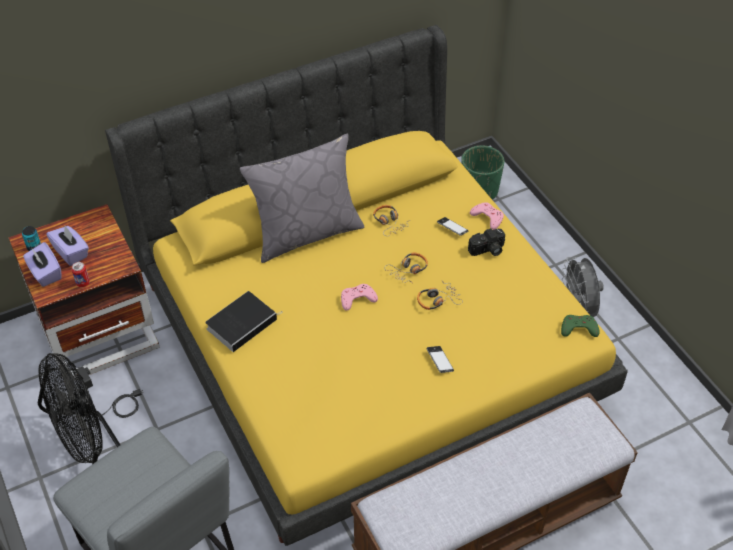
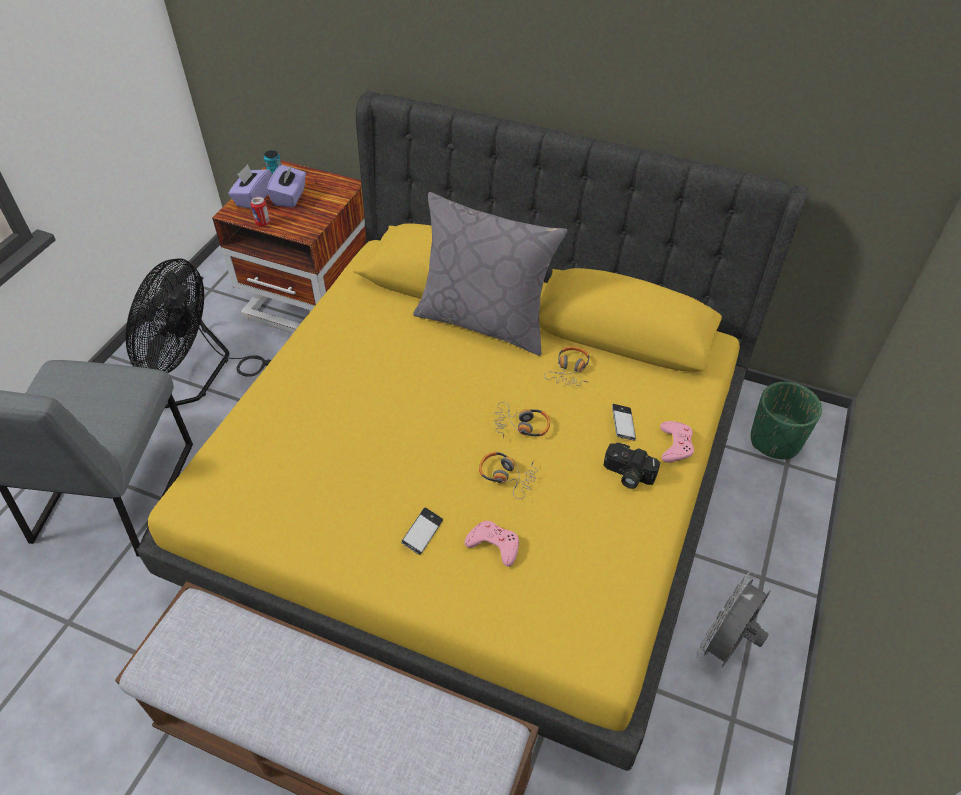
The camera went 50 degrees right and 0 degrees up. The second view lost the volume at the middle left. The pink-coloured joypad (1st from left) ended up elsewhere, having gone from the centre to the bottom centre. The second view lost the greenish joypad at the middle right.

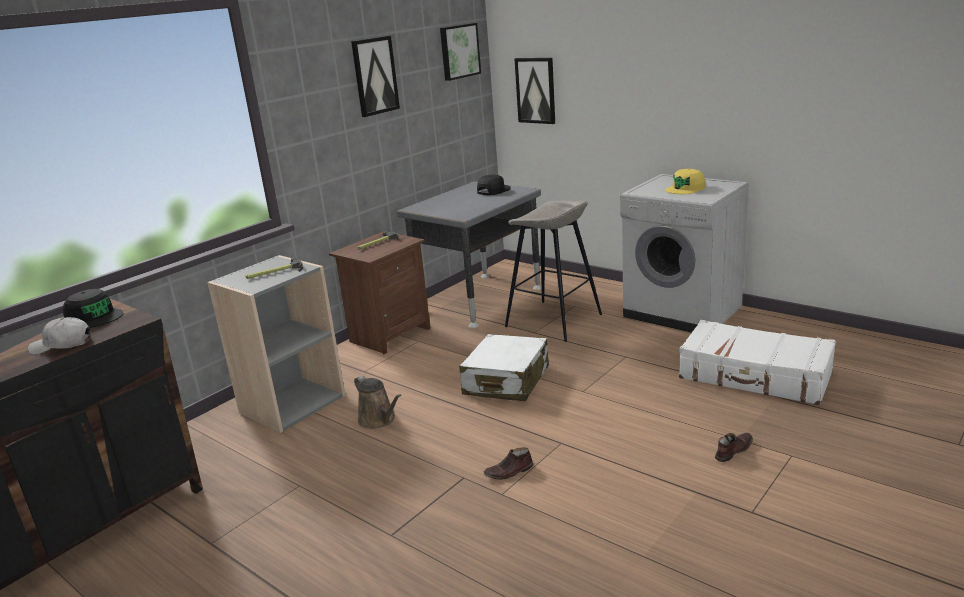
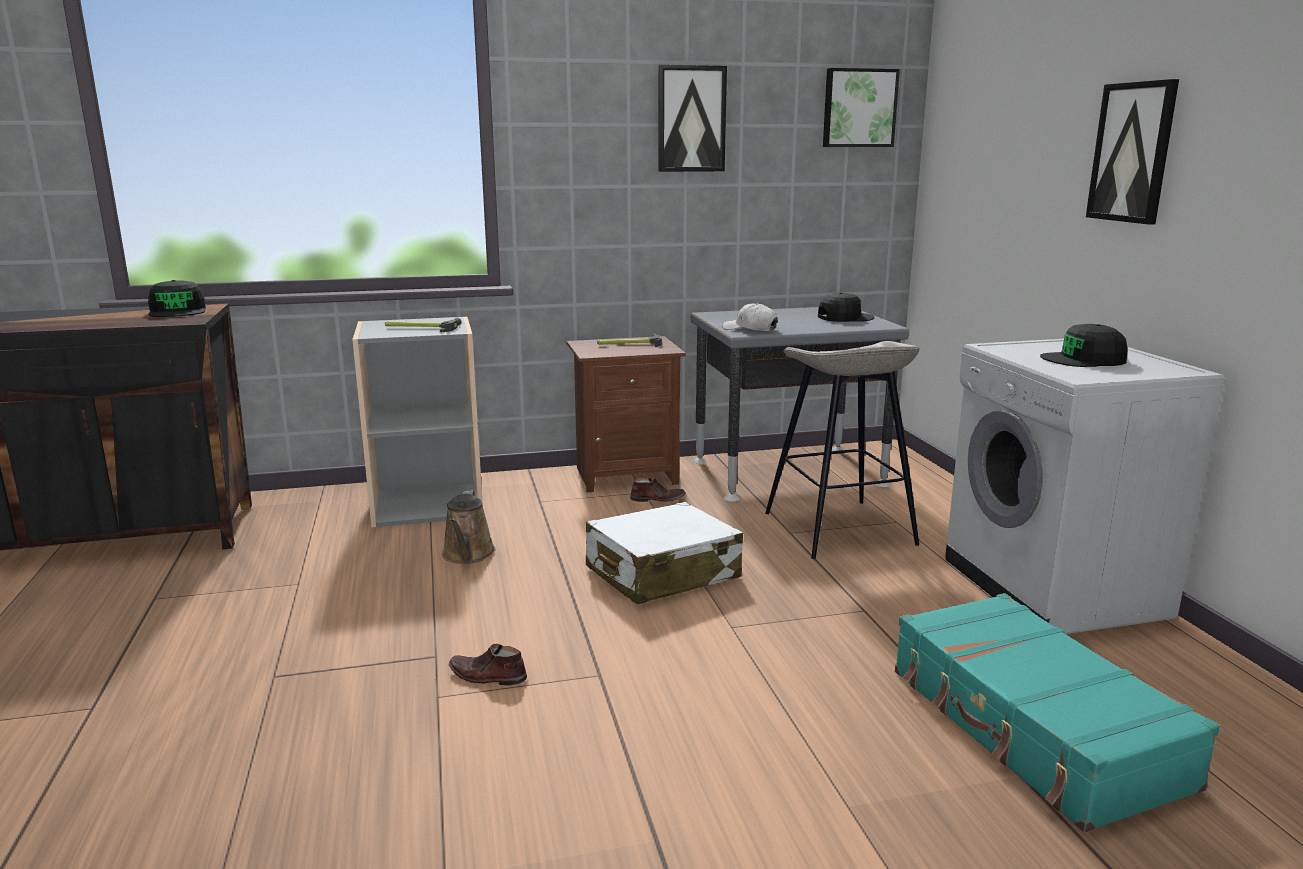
The camera went 35 degrees right and 5 degrees down. The white-coloured peaked cap ended up elsewhere, having gone from the middle left to the centre. The wall art (3rd from left) ended up elsewhere, having gone from the top centre to the top right. What was the yellowish peaked cap at the top right turned into the blackish peaked cap (3rd from left) at the middle right. What was the white-coloured suitcase (2nd from left) at the middle right turned into the turquoise-coloured suitcase at the bottom right. The brownish item of footwear (2nd from left) ended up elsewhere, having gone from the bottom right to the centre.

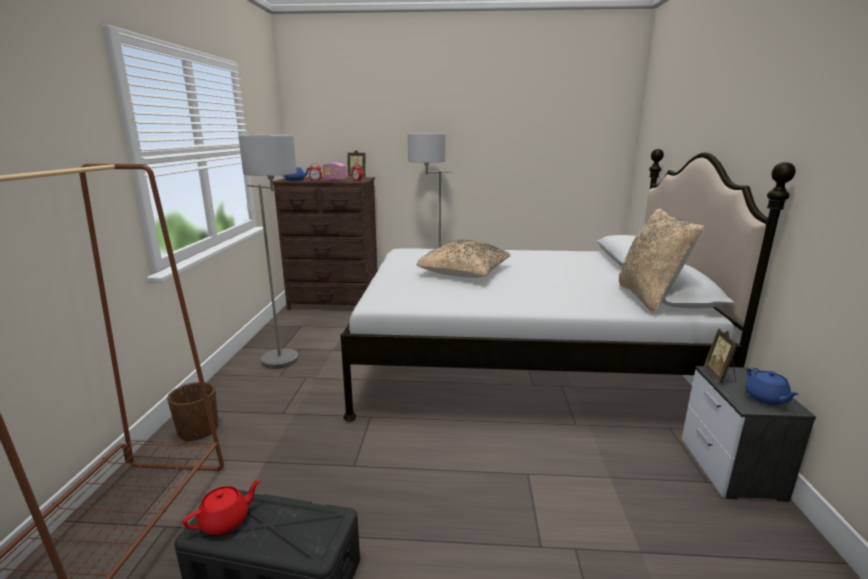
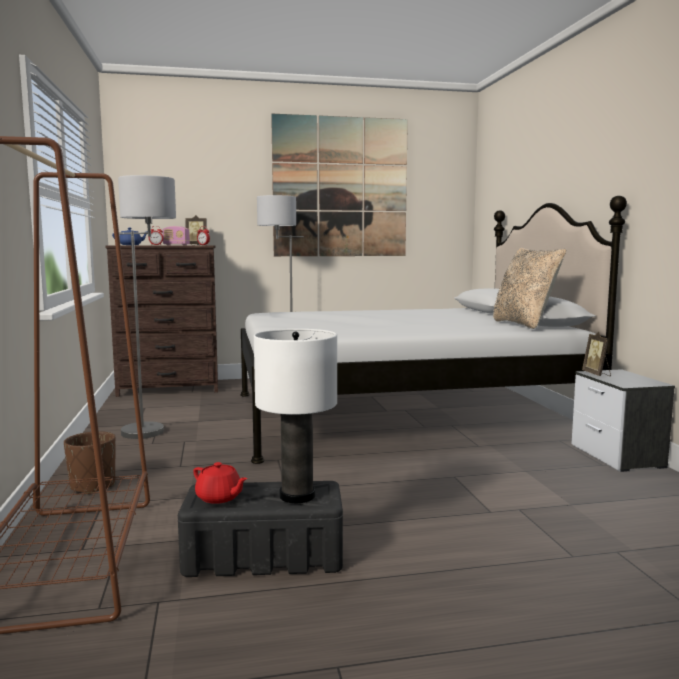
The camera went 15 degrees left and 10 degrees down. The reddish teapot at the bottom left ended up facing another way, 90 degrees clockwise from before. The second view lost the beige-coloured pillow (1st from left) at the centre. The second view lost the blue teapot (2nd from left) at the bottom right. The second view gained the white-coloured tabletop lamp at the centre. The second view gained the wall art at the top centre.

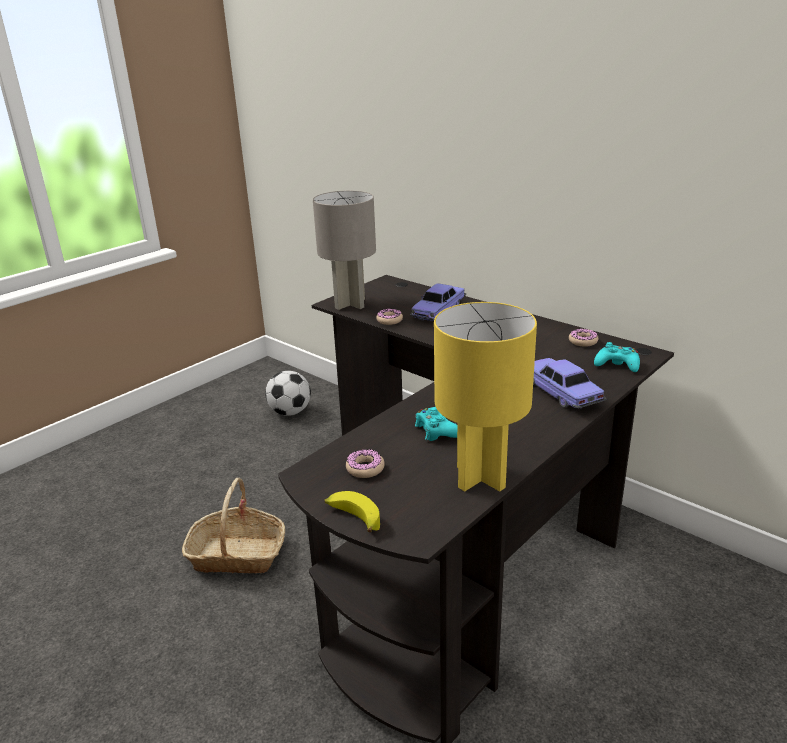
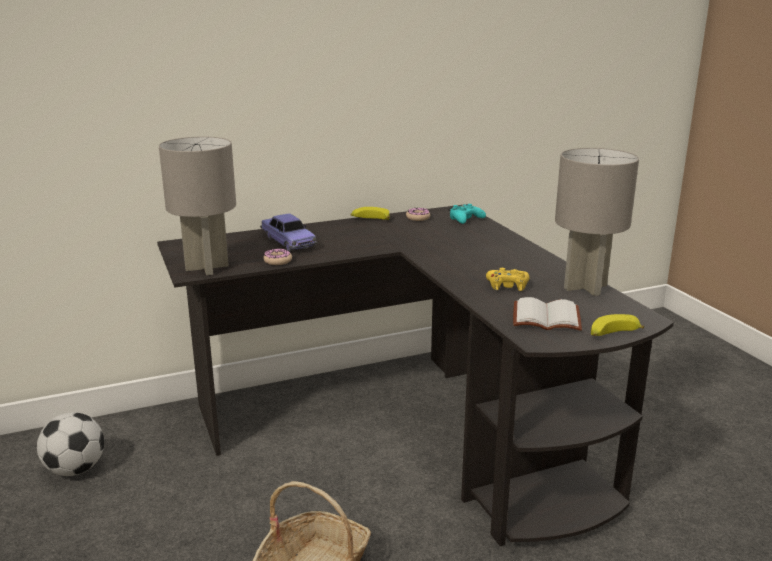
The camera went 65 degrees left and 5 degrees down. Where the donut (1st from left) stood at the centre, the white-coloured volume came to stand at the middle right. What was the turquoise-coloured joypad (1st from left) at the centre turned into the yellowish joypad at the centre. What was the yellowish tabletop lamp at the centre turned into the greyish tabletop lamp (2nd from left) at the middle right. The second view lost the miniature car (2nd from left) at the middle right. The second view gained the banana (1st from left) at the centre.

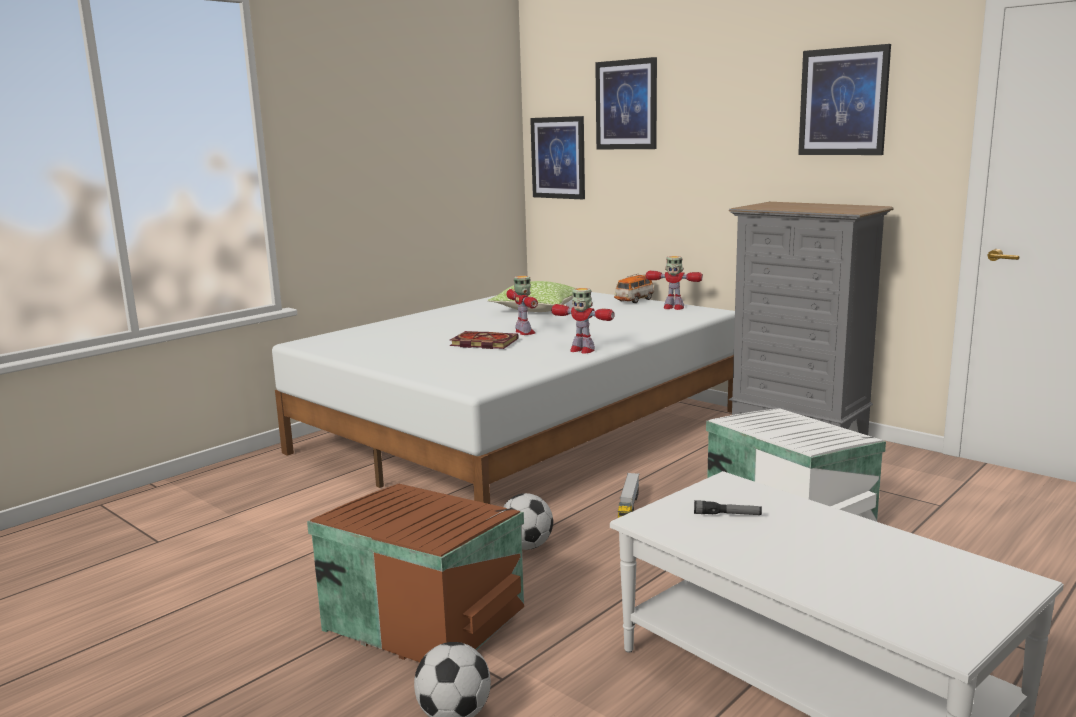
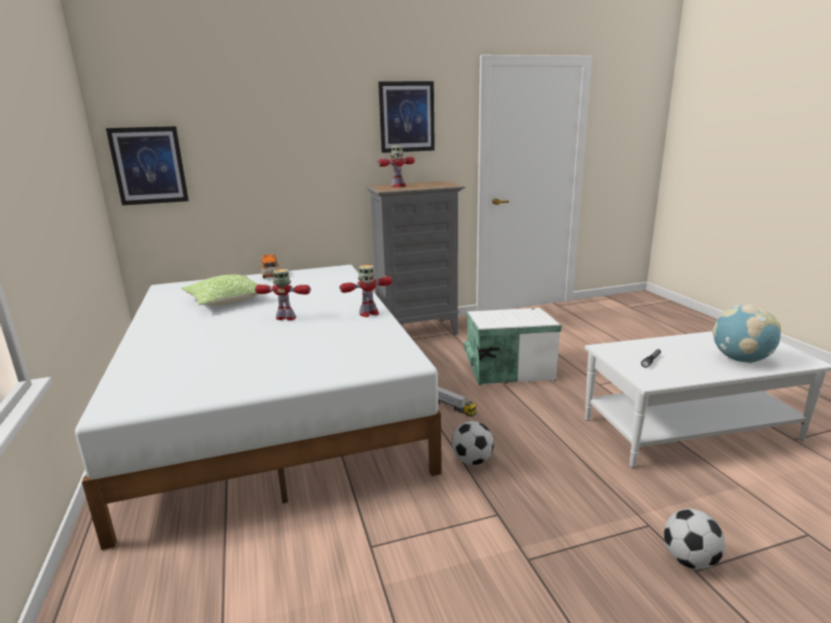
The camera went 60 degrees left and 5 degrees up. The second view lost the brownish storage container at the bottom centre. The second view lost the volume at the centre. The second view lost the wall art (2nd from left) at the top centre. The toy robot (3rd from left) ended up elsewhere, having gone from the centre to the top centre. The second view gained the desk globe at the middle right.

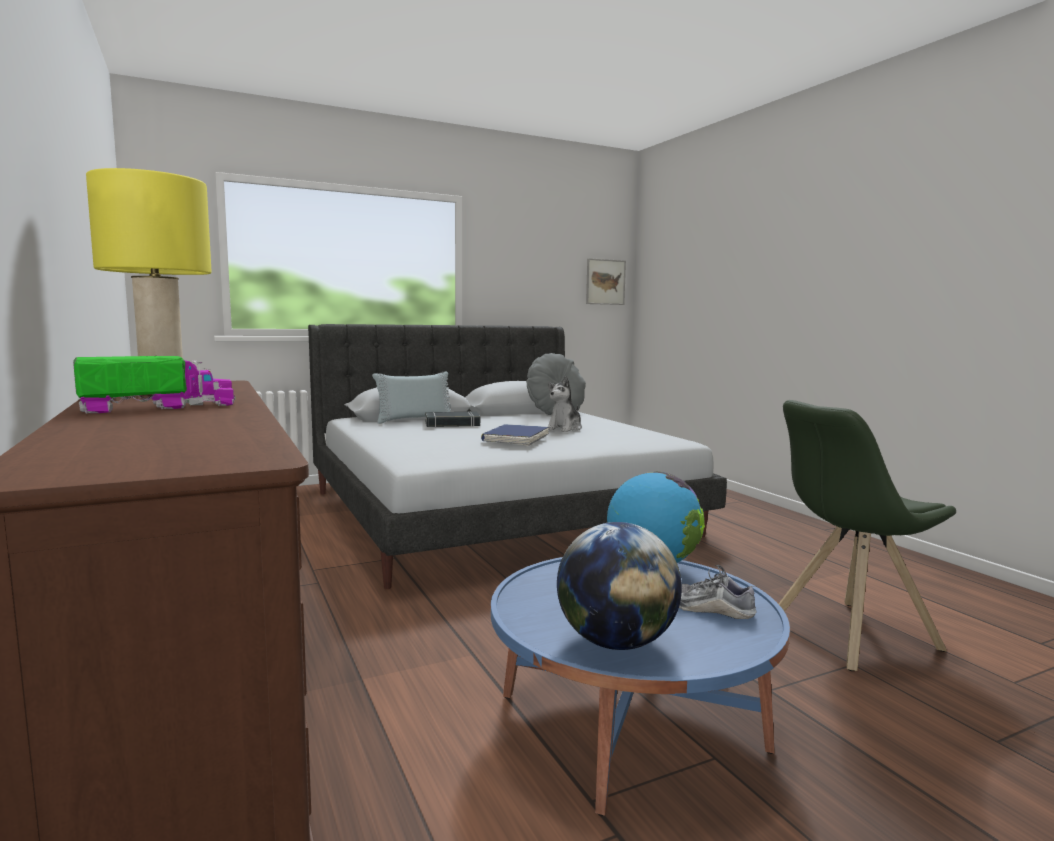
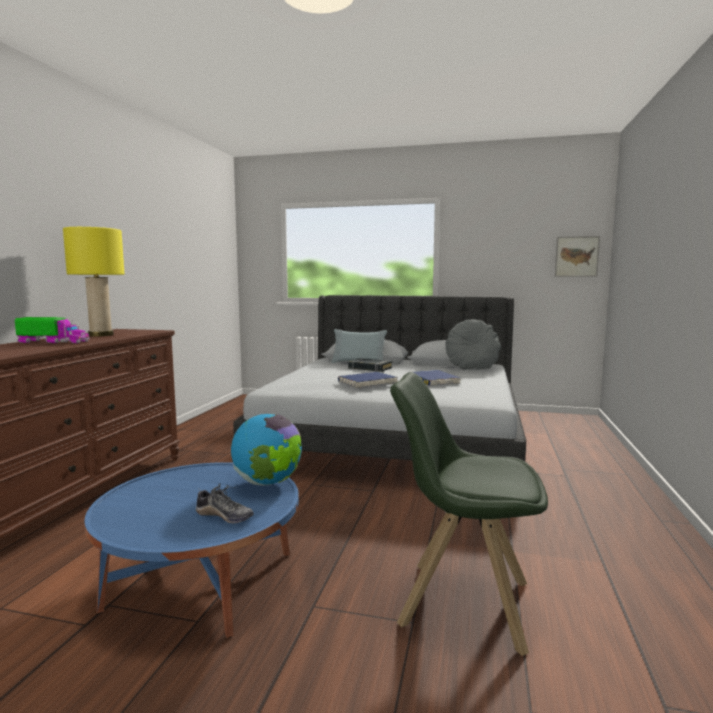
The camera went 40 degrees right and 0 degrees up. Where the plush toy stood at the centre, the blue volume (2nd from left) came to stand at the centre. The second view lost the desk globe (1st from left) at the bottom centre. The item of footwear at the bottom right ended up facing another way, 135 degrees clockwise from before.

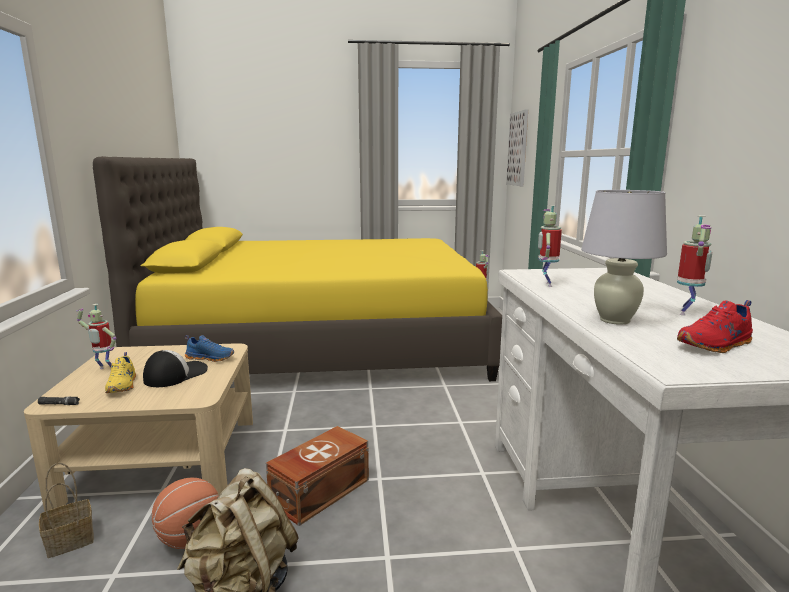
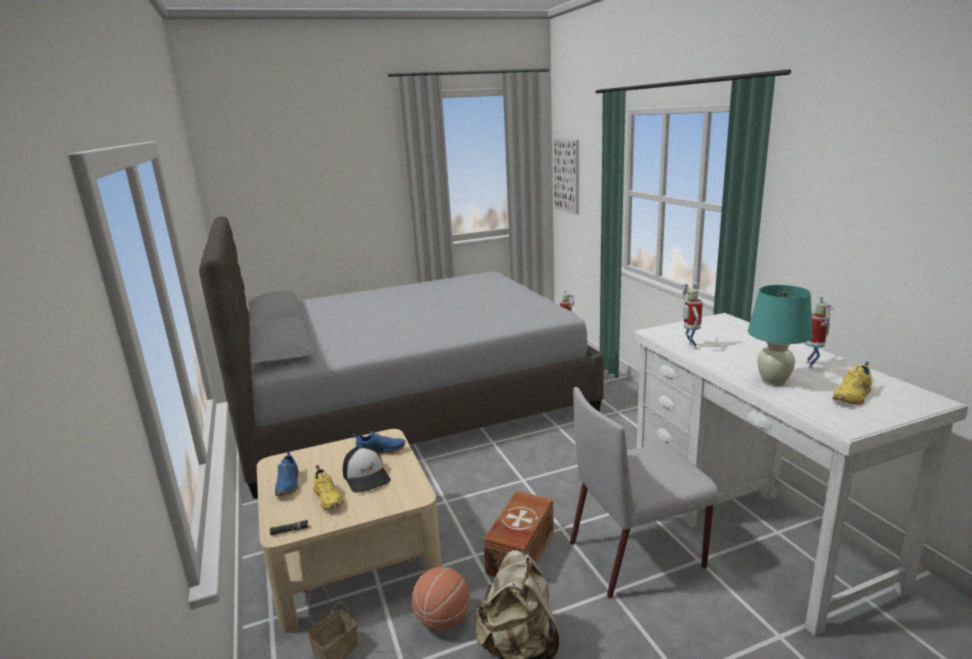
The camera went 15 degrees left and 5 degrees up. Where the toy robot (1st from left) stood at the middle left, the blue item of footwear (1st from left) came to stand at the bottom left. What was the yellowish bed at the centre turned into the greyish bed at the centre. The peaked cap at the middle left ended up facing another way, 135 degrees clockwise from before. What was the white-coloured tabletop lamp at the middle right turned into the turquoise-coloured tabletop lamp at the middle right. What was the reddish item of footwear at the middle right turned into the yellowish item of footwear (2nd from left) at the middle right. The second view gained the greyish upright chair at the bottom centre.

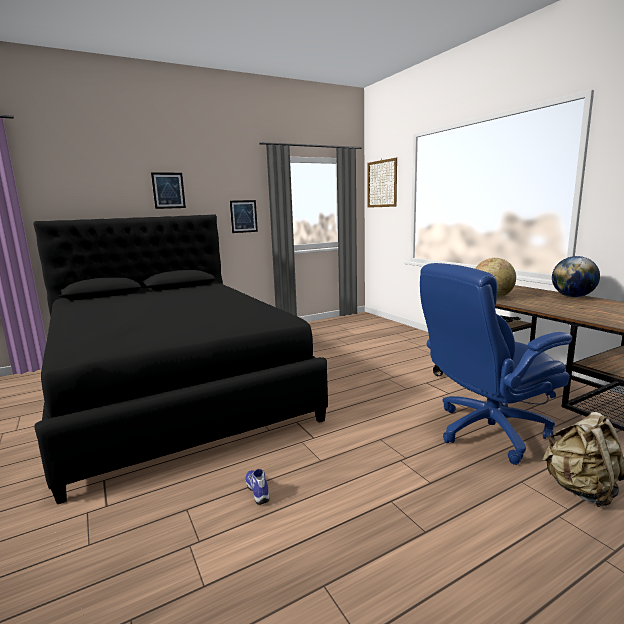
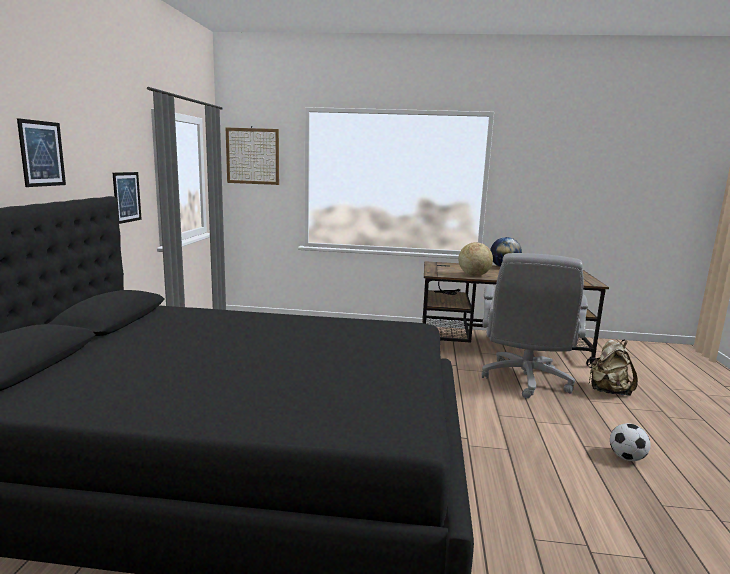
The camera went 55 degrees left and 0 degrees up. The second view lost the item of footwear at the bottom centre. What was the blue desk chair at the middle right turned into the greyish desk chair at the middle right. The second view gained the ball for football at the bottom right.

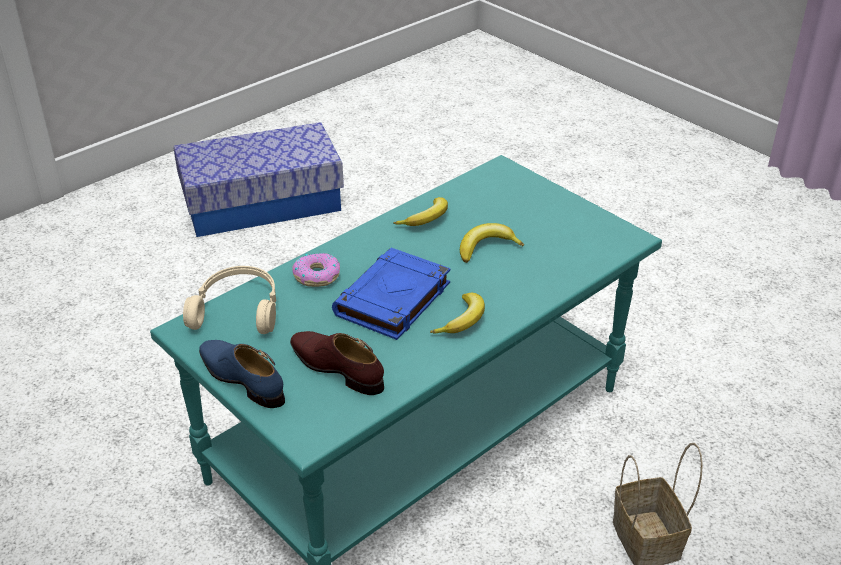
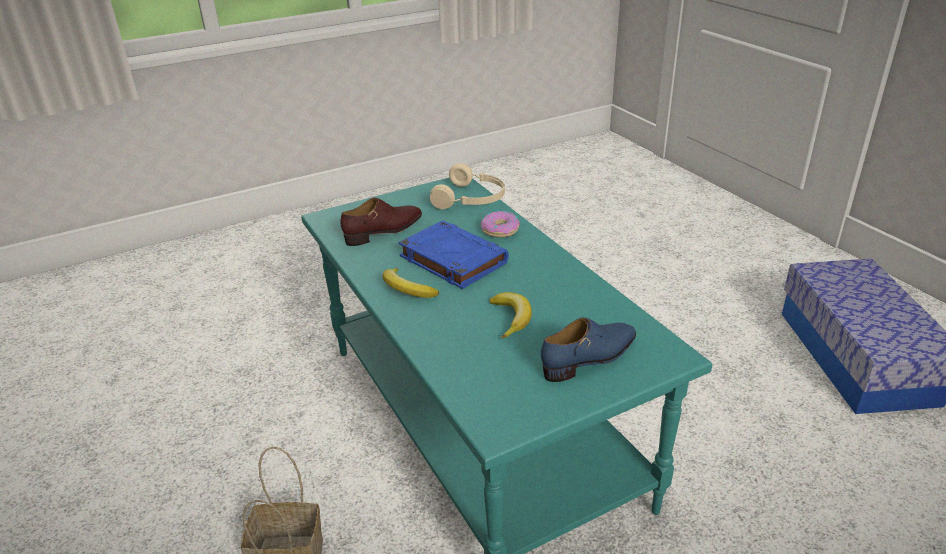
The camera went 105 degrees right and 5 degrees down. The blue item of footwear ended up elsewhere, having gone from the middle left to the centre. The second view lost the banana (1st from left) at the centre.

